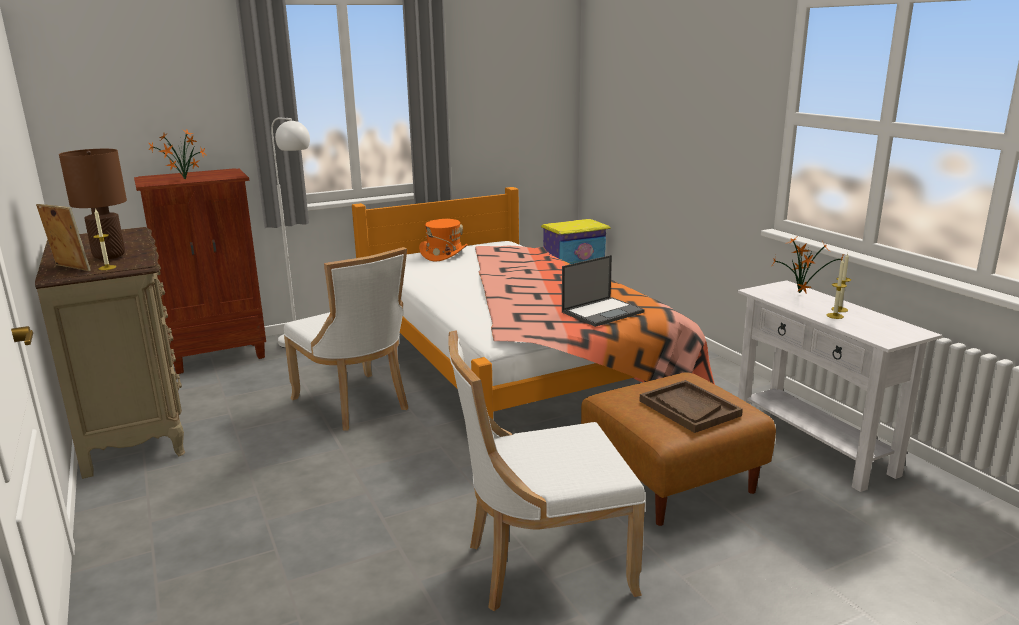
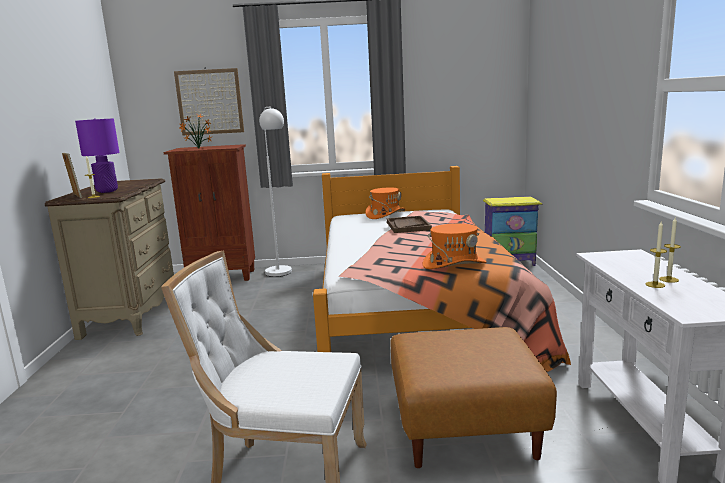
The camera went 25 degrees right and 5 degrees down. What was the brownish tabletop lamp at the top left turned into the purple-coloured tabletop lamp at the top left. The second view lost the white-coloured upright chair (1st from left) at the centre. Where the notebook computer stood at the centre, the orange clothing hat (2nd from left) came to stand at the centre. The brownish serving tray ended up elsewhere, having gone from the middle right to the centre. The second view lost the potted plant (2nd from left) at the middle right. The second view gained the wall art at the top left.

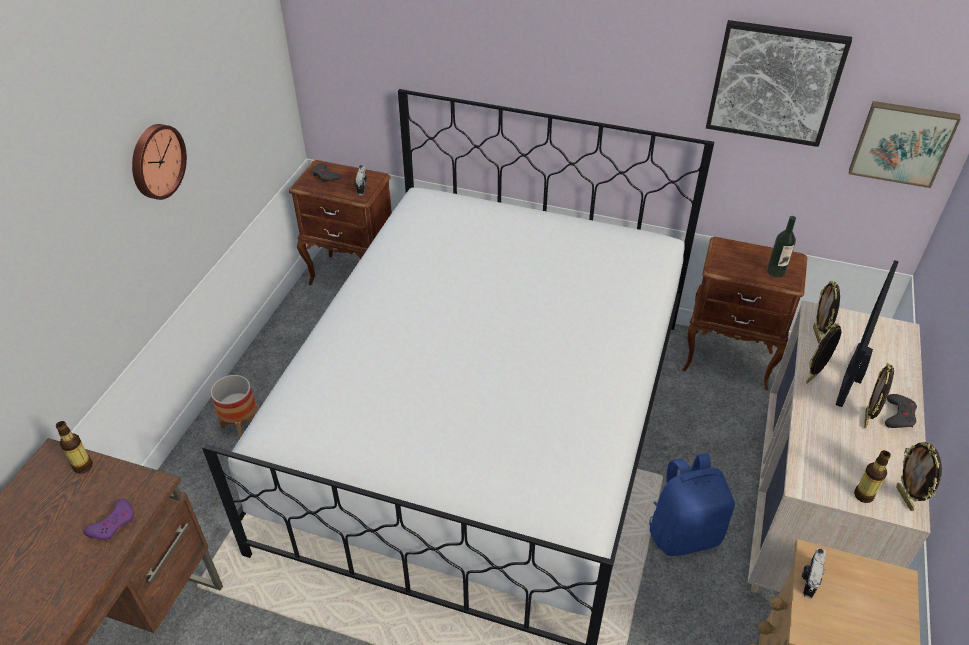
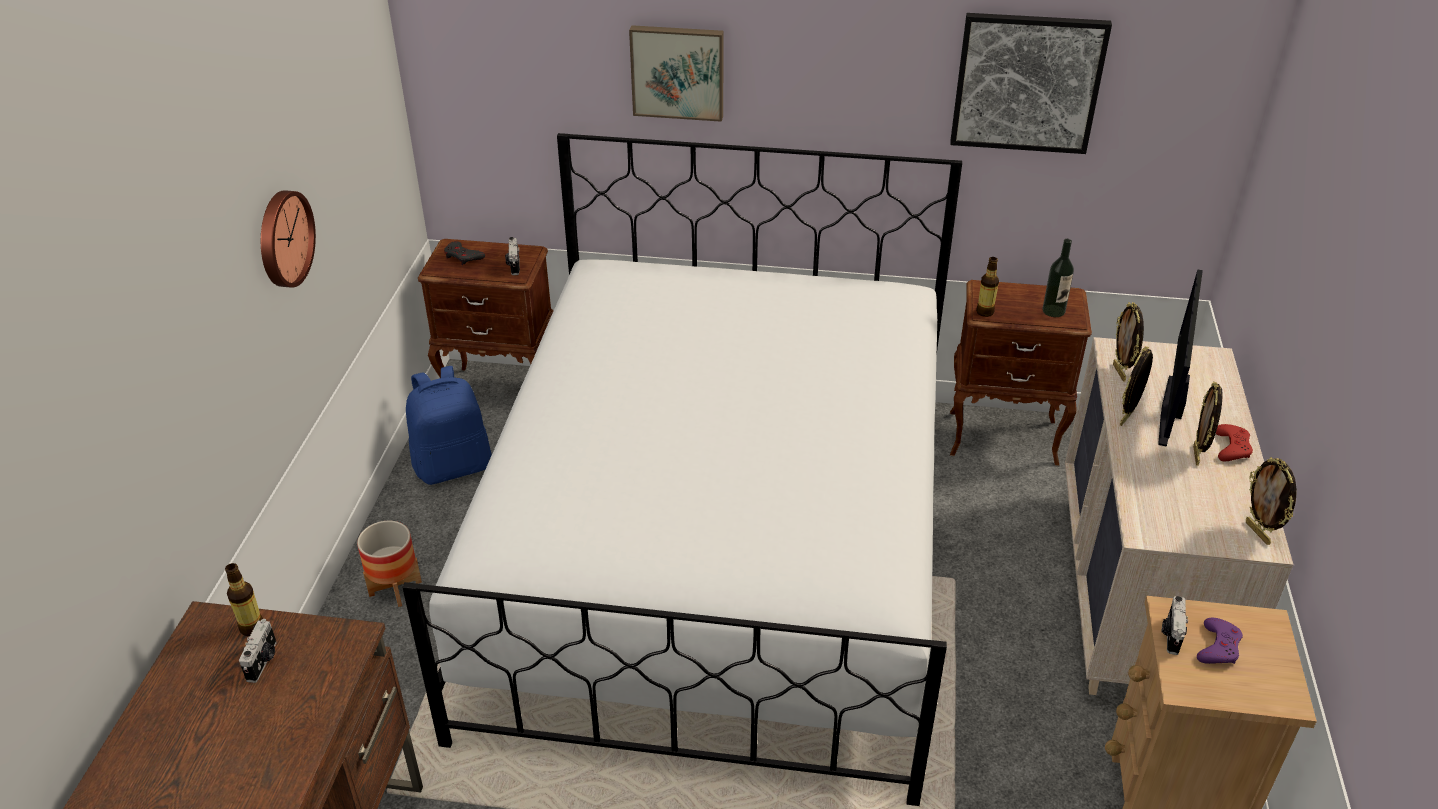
The camera went 10 degrees left and 5 degrees down. The purple-coloured joypad ended up elsewhere, having gone from the bottom left to the bottom right. The blue knapsack ended up elsewhere, having gone from the bottom right to the middle left. The wall art (2nd from left in the first image) ended up elsewhere, having gone from the top right to the top centre. The beverage bottle (3rd from left in the first image) ended up elsewhere, having gone from the bottom right to the middle right. What was the greyish joypad (2nd from left) at the middle right turned into the reddish joypad at the middle right. The second view gained the photo camera (1st from left) at the bottom left.

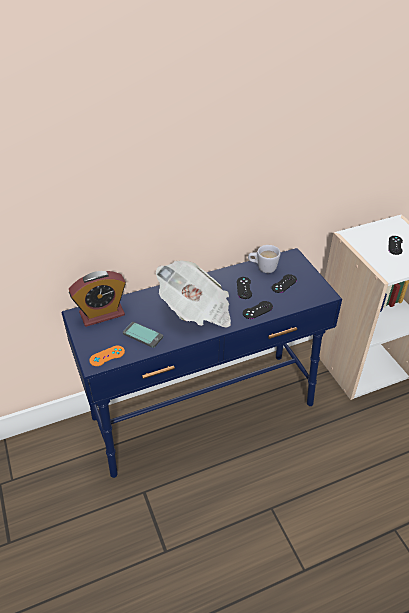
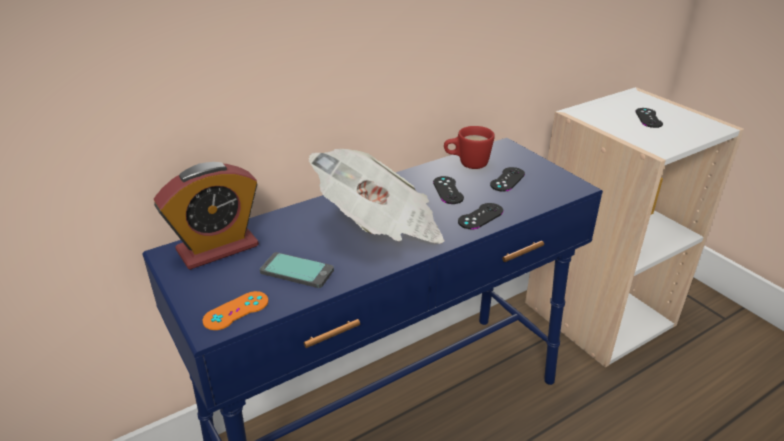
The camera went 10 degrees left and 10 degrees down. What was the white-coloured coffee mug at the centre turned into the reddish coffee mug at the centre.

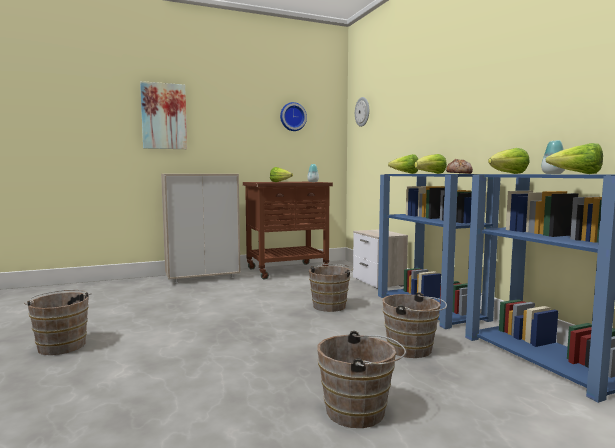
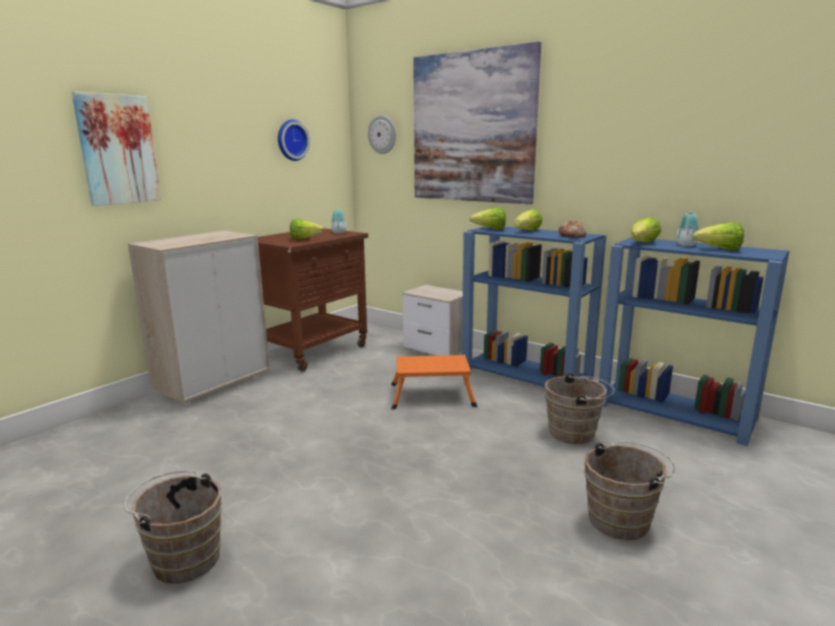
The camera went 30 degrees left and 10 degrees up. Where the brownish water bucket (2nd from left) stood at the centre, the orange stepladder came to stand at the centre. The second view gained the wall art (2nd from left) at the top centre.

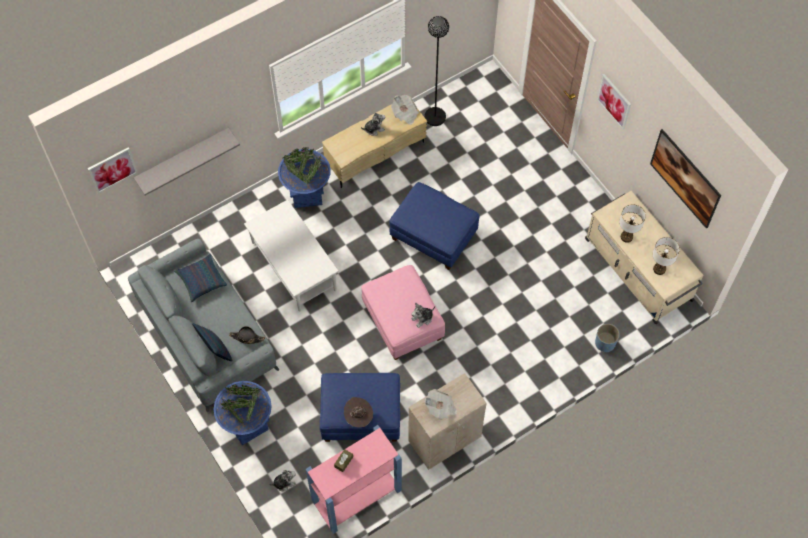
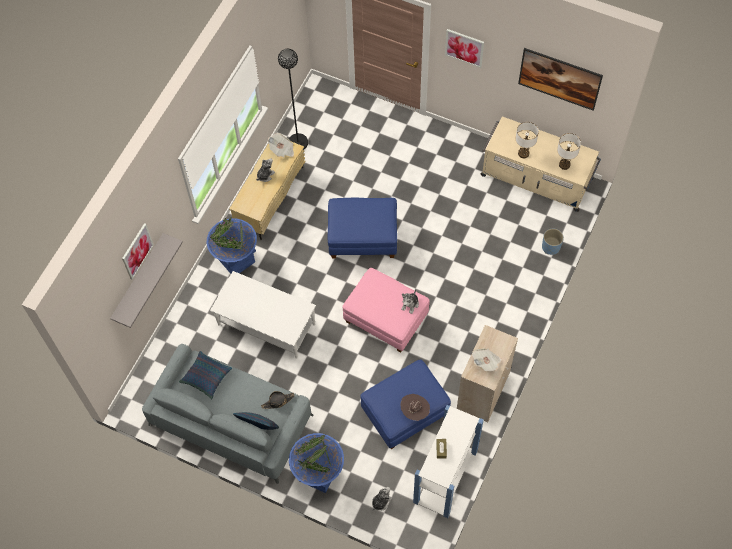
The camera went 30 degrees left and 0 degrees up. The wall art (1st from left) ended up elsewhere, having gone from the top left to the middle left. What was the pink-coloured bookshelf at the bottom centre turned into the white-coloured bookshelf at the bottom centre.

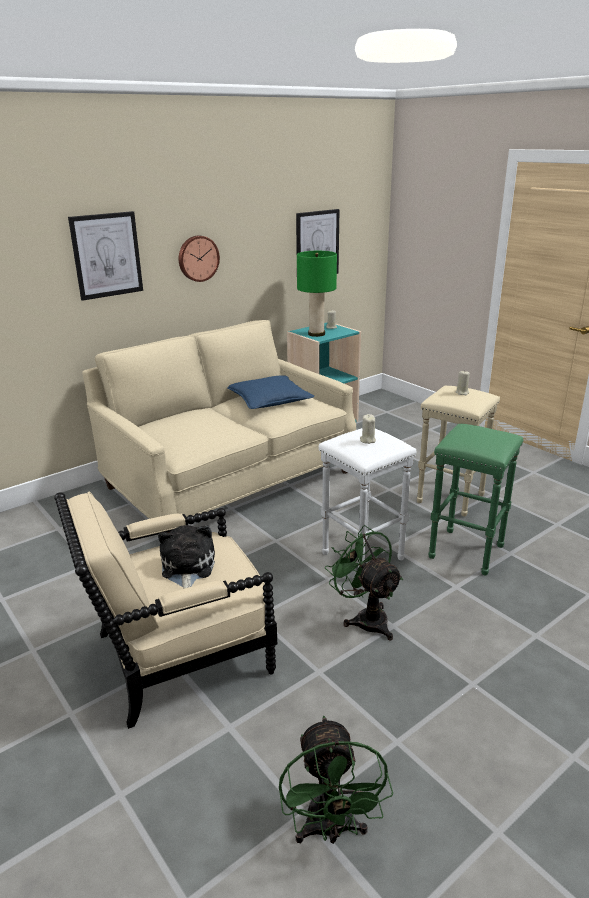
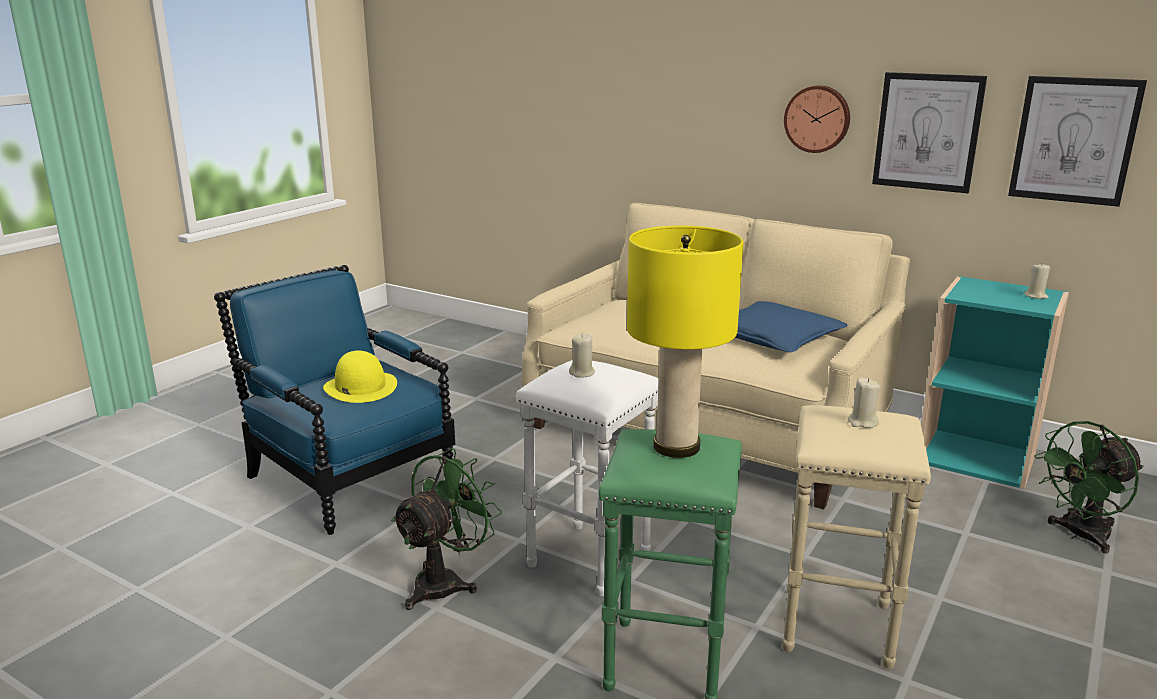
The camera went 70 degrees right and 5 degrees down. What was the beige-coloured armchair at the bottom left turned into the blue armchair at the middle left. The wall art (1st from left) ended up elsewhere, having gone from the top left to the top right. Where the plush toy stood at the middle left, the yellowish clothing hat came to stand at the middle left. The greenish fan (1st from left in the first image) ended up elsewhere, having gone from the bottom centre to the bottom right. The second view lost the greenish tabletop lamp at the top centre. The second view gained the yellowish tabletop lamp at the centre.

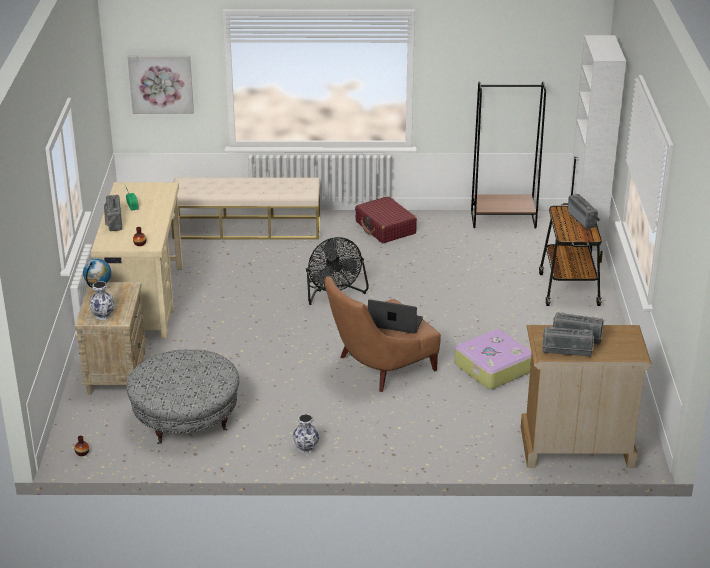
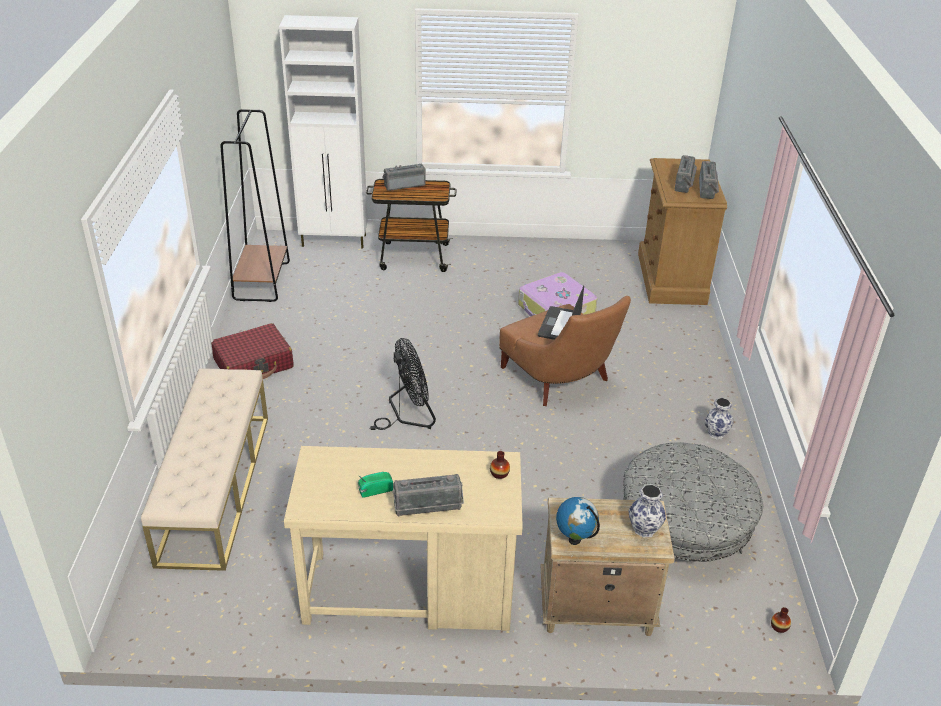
The camera went 90 degrees left and 5 degrees up. The second view lost the wall art at the top left.

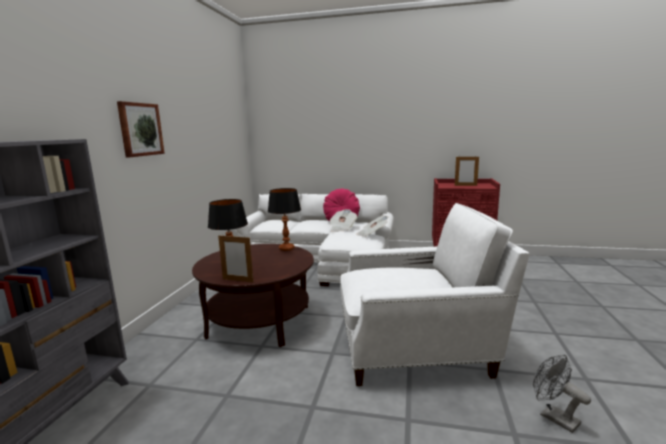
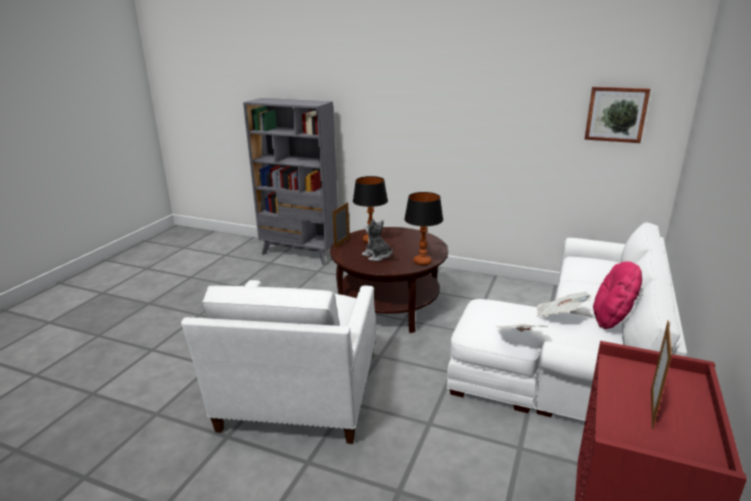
The camera went 100 degrees right and 10 degrees up. The wall art ended up elsewhere, having gone from the top left to the top right. The second view lost the greyish fan at the bottom right. The second view gained the plush toy at the centre.

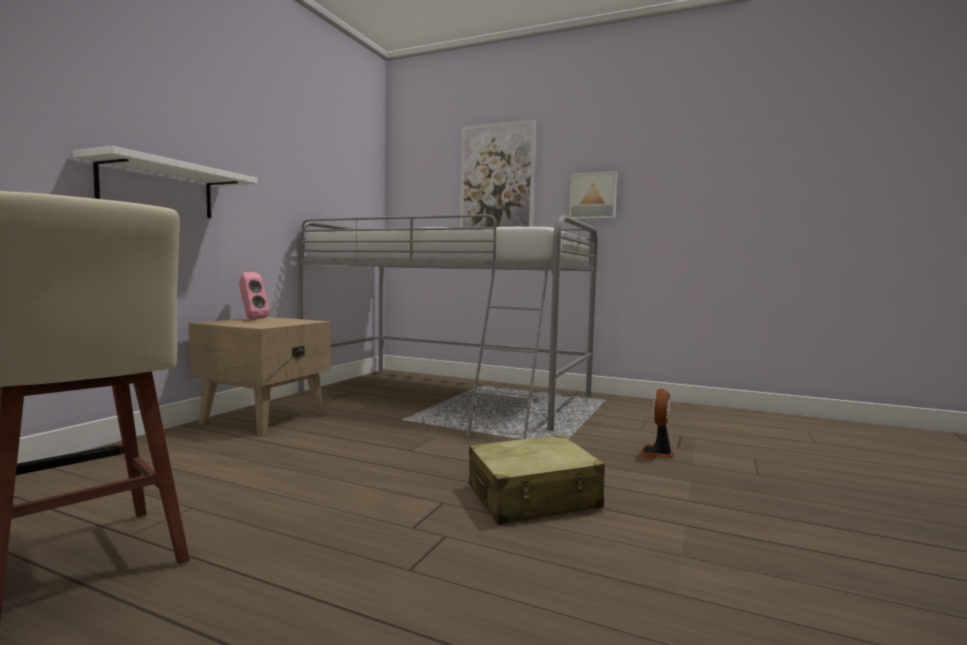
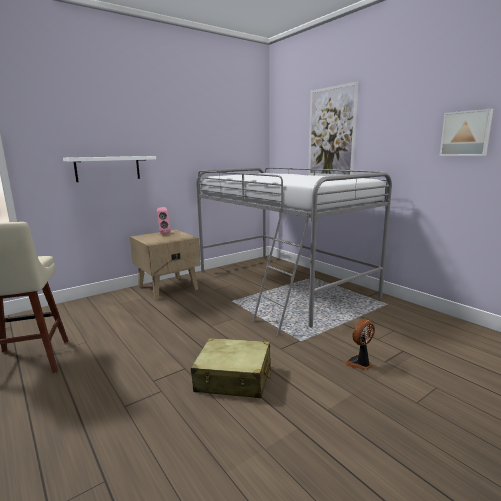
The camera went 30 degrees right and 10 degrees up. The wall art (2nd from left) ended up elsewhere, having gone from the top centre to the top right.

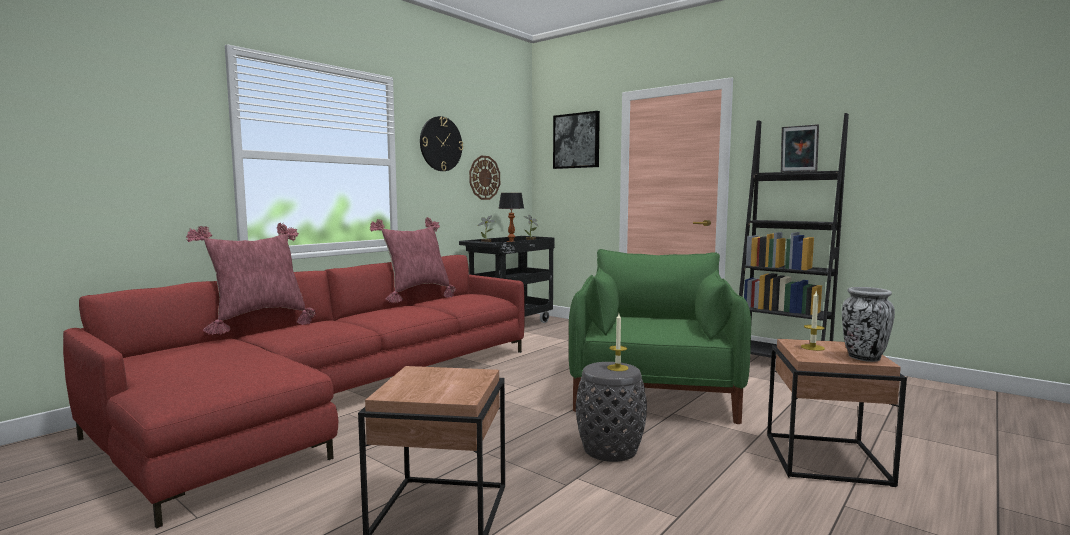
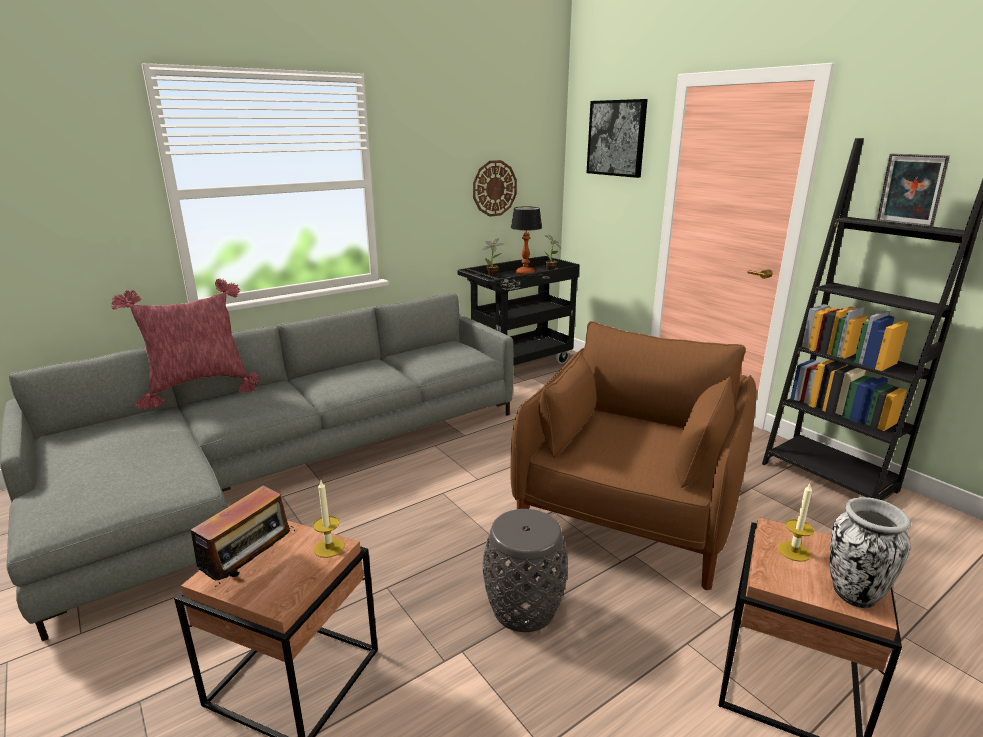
The camera went 15 degrees right and 15 degrees up. What was the reddish sofa at the bottom left turned into the greyish sofa at the middle left. The second view lost the reddish pillow (2nd from left) at the centre. The second view lost the clock on the wall (1st from left) at the top centre. What was the greenish armchair at the centre turned into the brownish armchair at the centre. The wax candle (1st from left) ended up elsewhere, having gone from the centre to the bottom centre. The second view gained the radio receiver at the bottom left.

